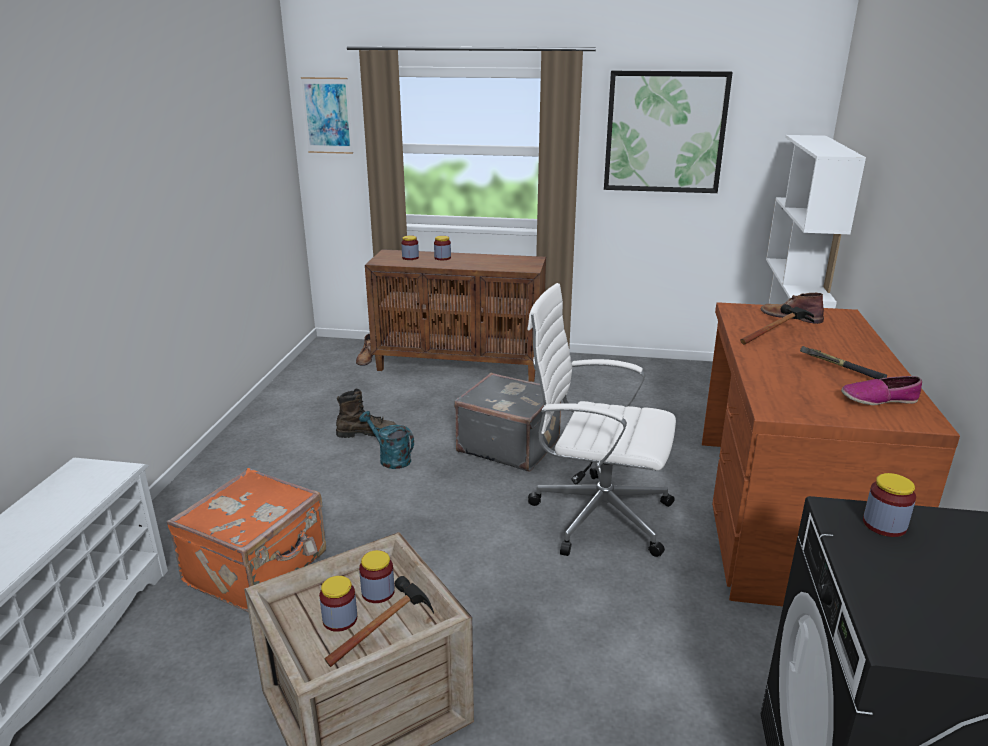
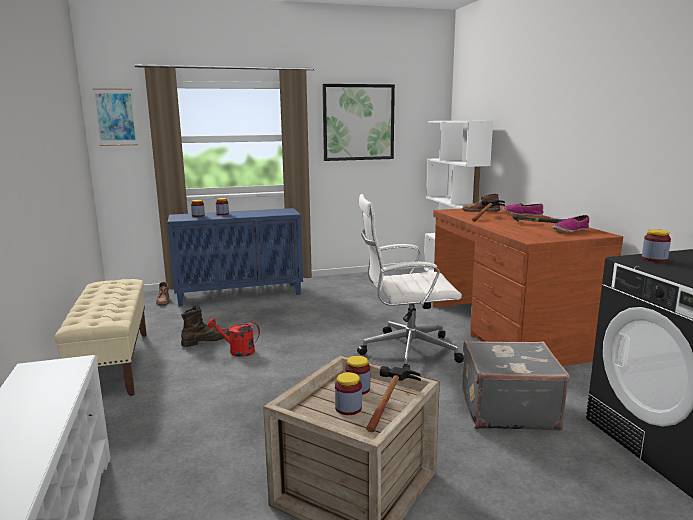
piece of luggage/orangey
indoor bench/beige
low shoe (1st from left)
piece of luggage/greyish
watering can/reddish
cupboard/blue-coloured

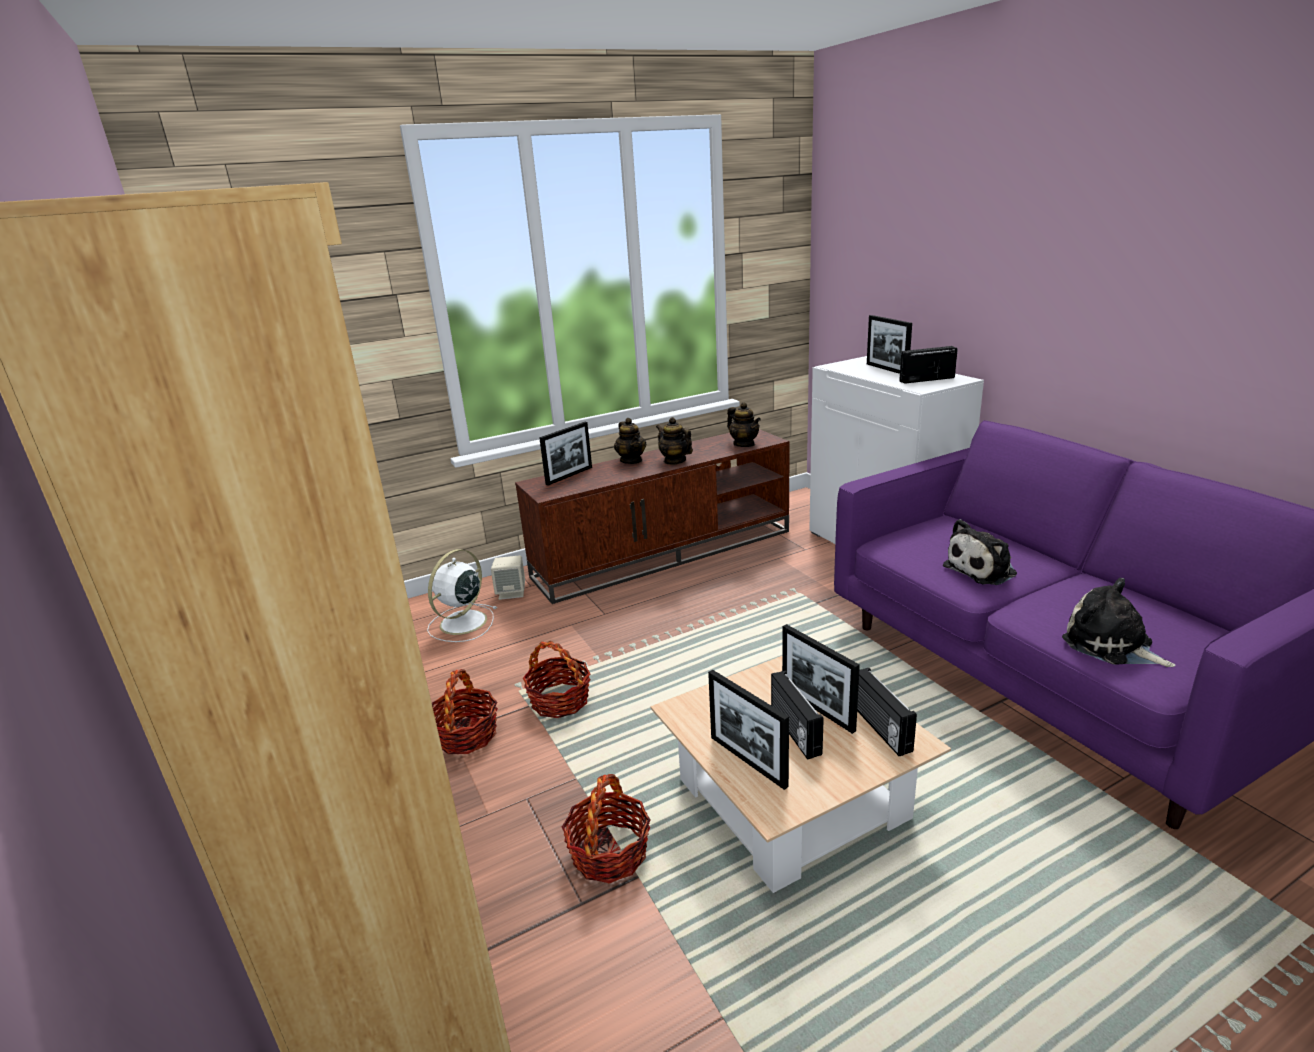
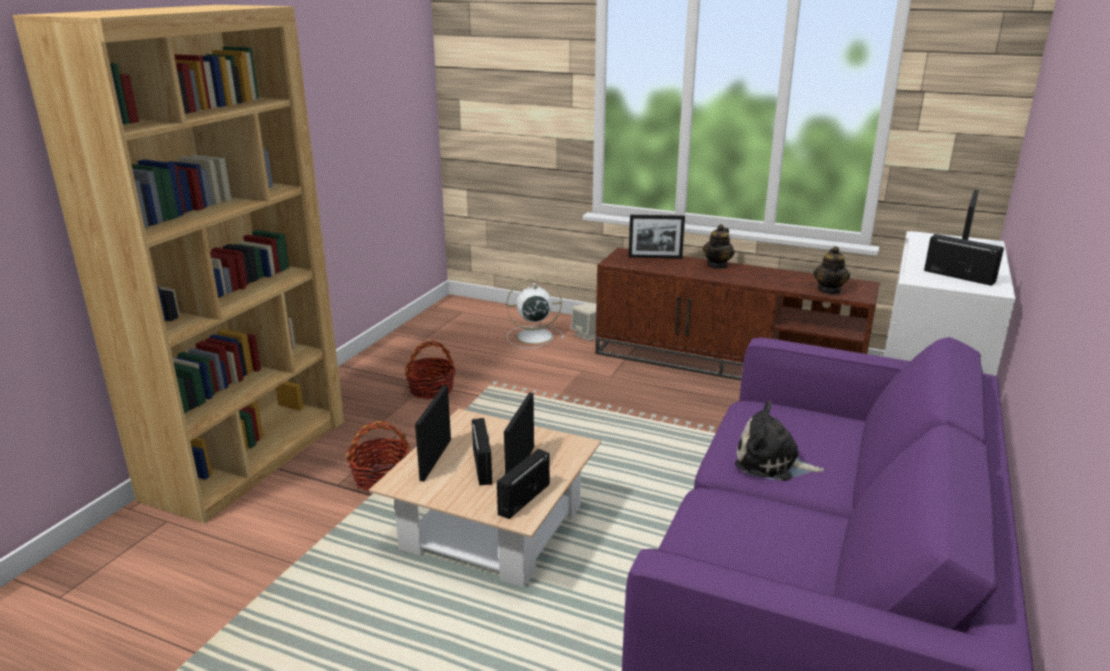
basket (2nd from left in the first image)
teapot (2nd from left in the first image)
soft toy (2nd from left in the first image)
radio set (1st from left)

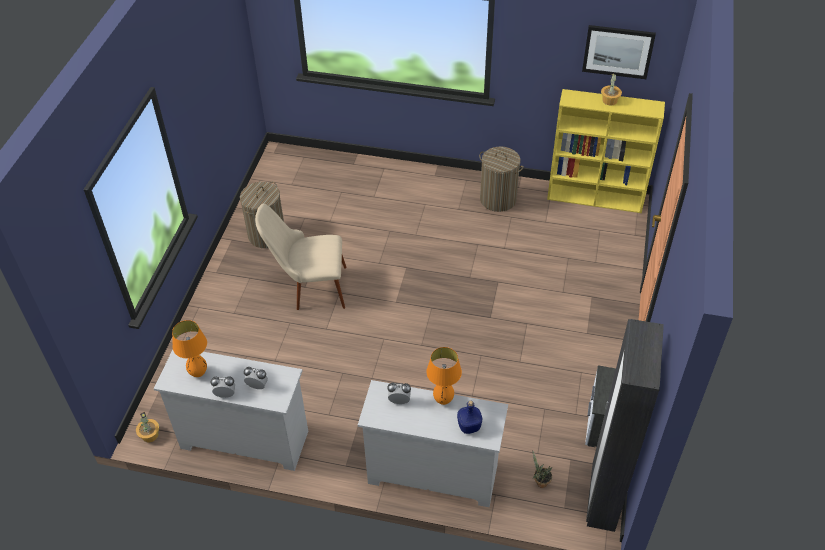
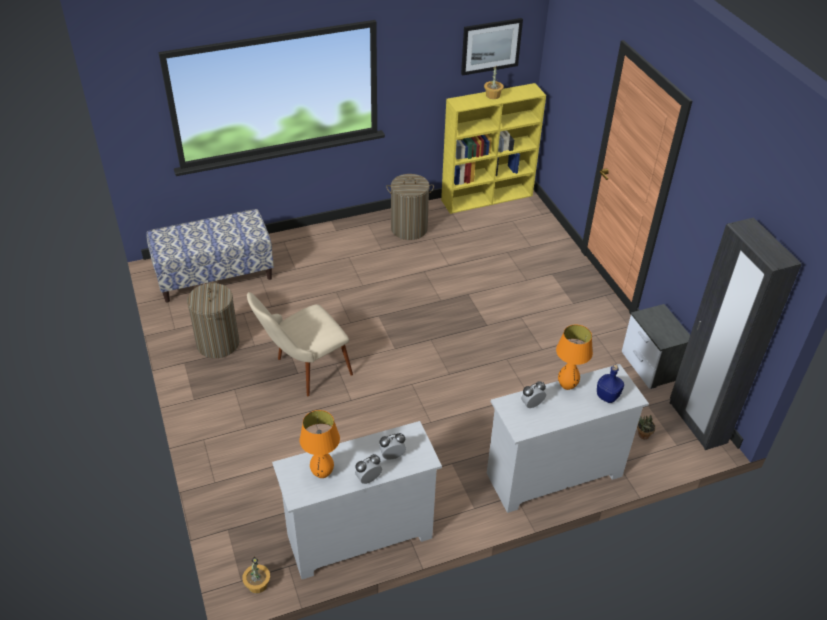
indoor bench

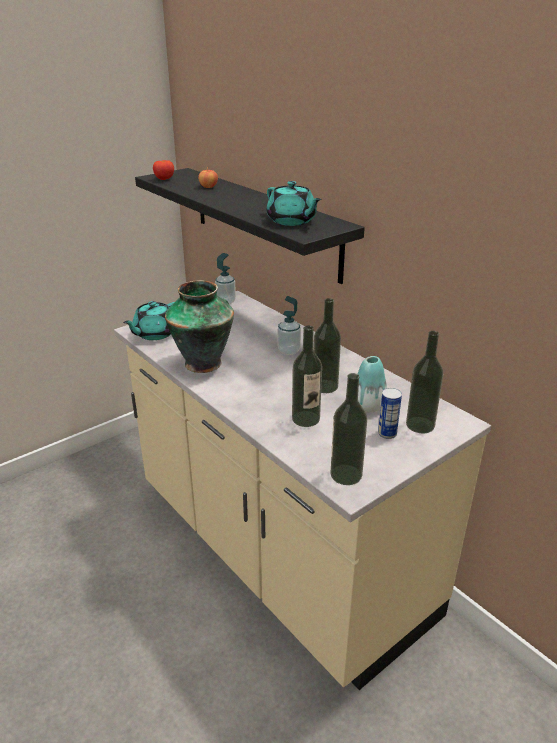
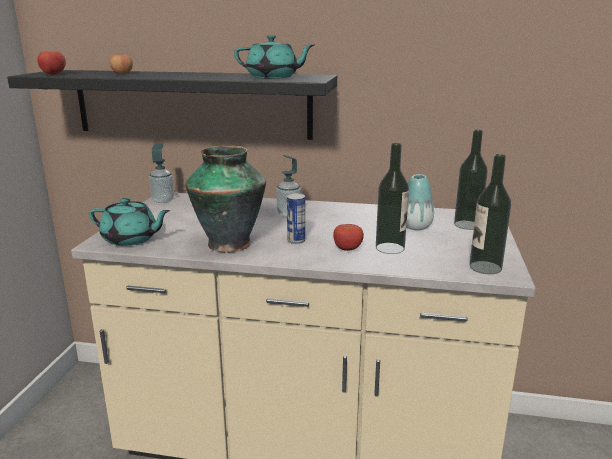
beverage bottle (2nd from left in the first image)
tomato (2nd from left)
metal can
teapot/turquoise-coloured (1st from left)

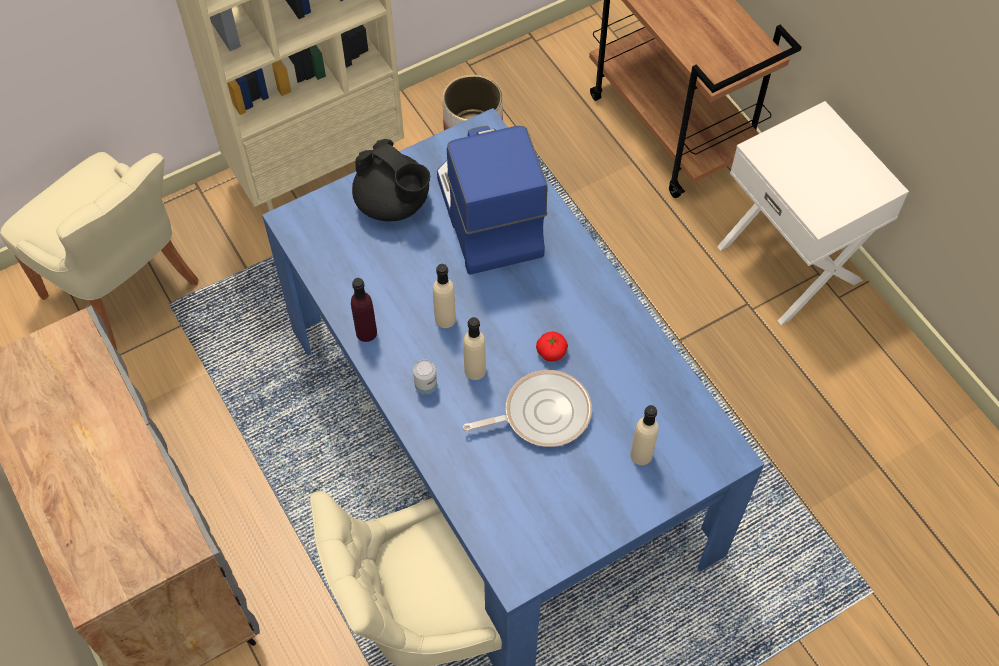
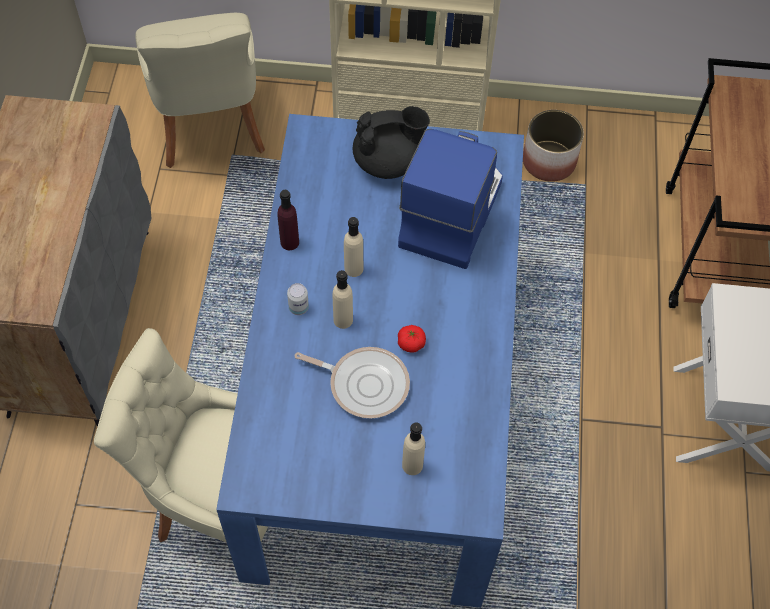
teapot/blackish

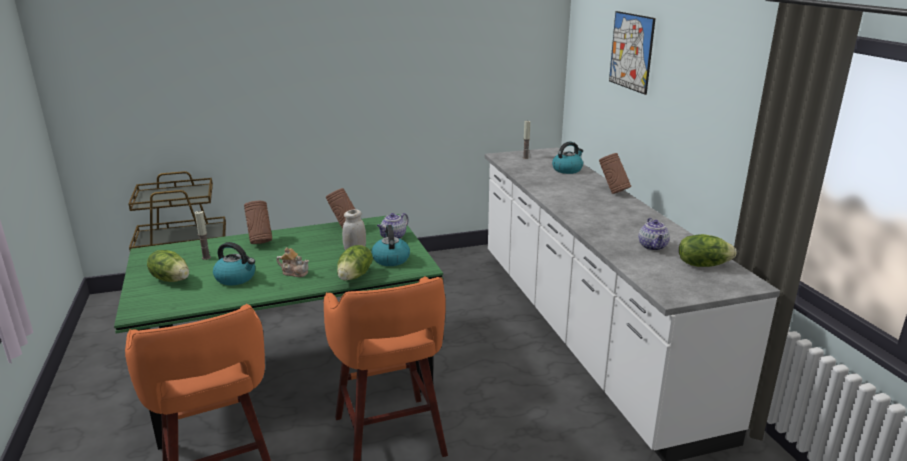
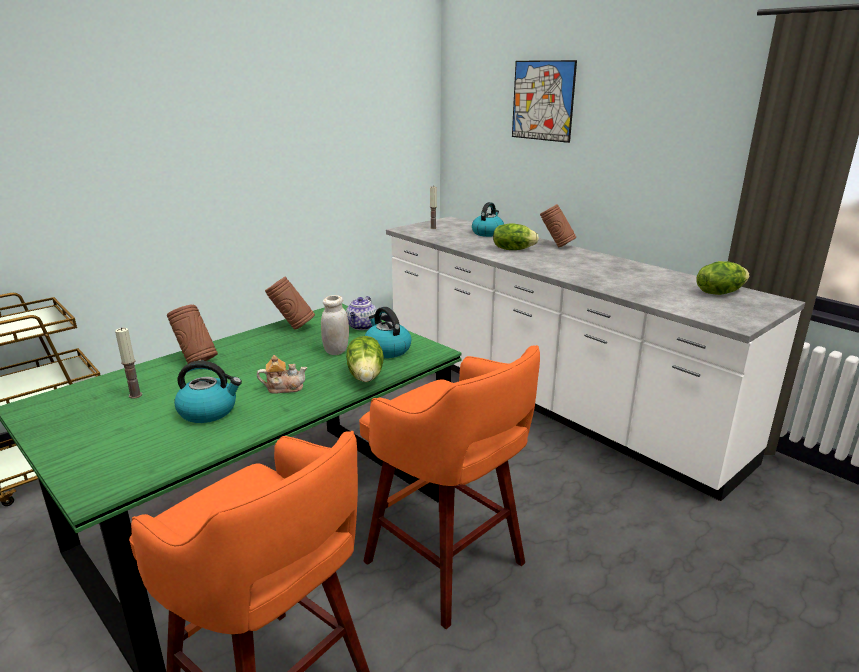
teapot (3rd from left in the first image)
lettuce (2nd from left)

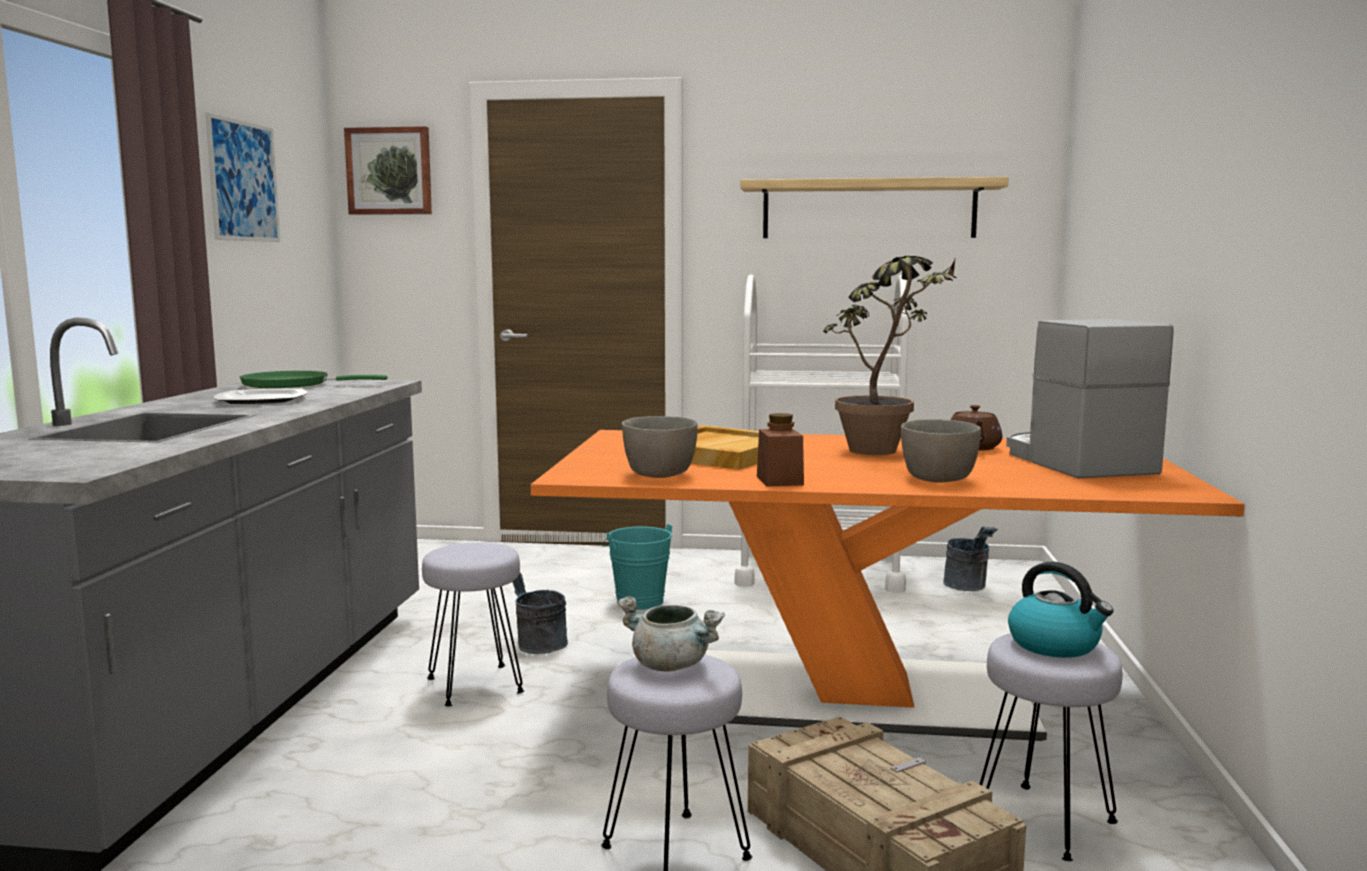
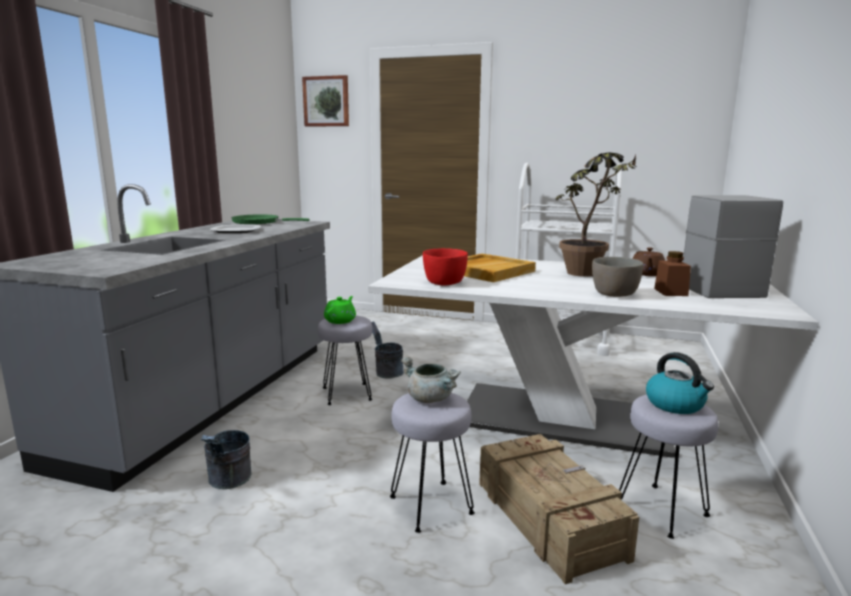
wall art (1st from left in the first image)
water bucket/turquoise-coloured
bracket shelf
teapot/green-coloured
preserve jar/brown-coloured
water bucket/greyish (1st from left)
dinner table/white
serving bowl/reddish

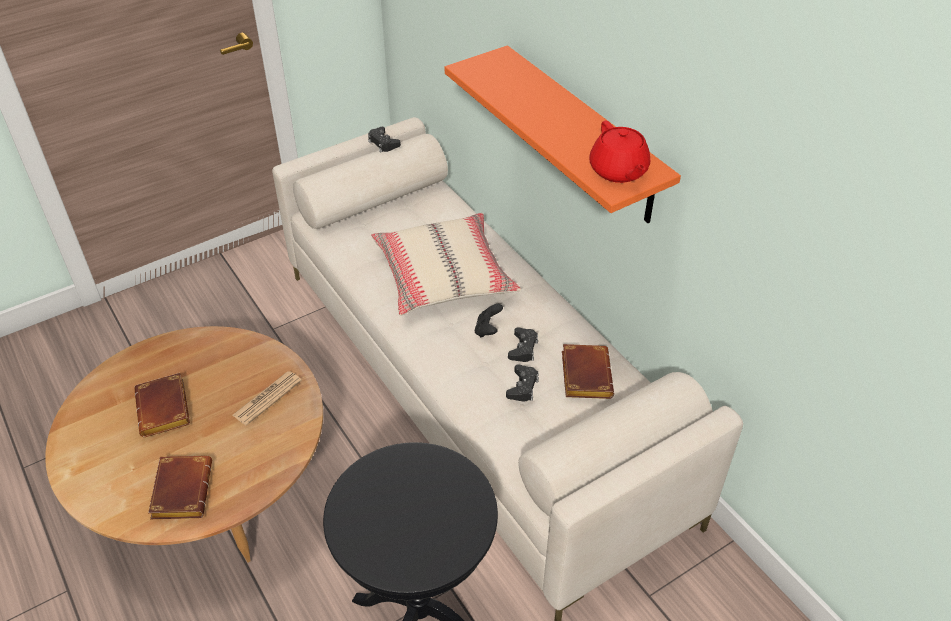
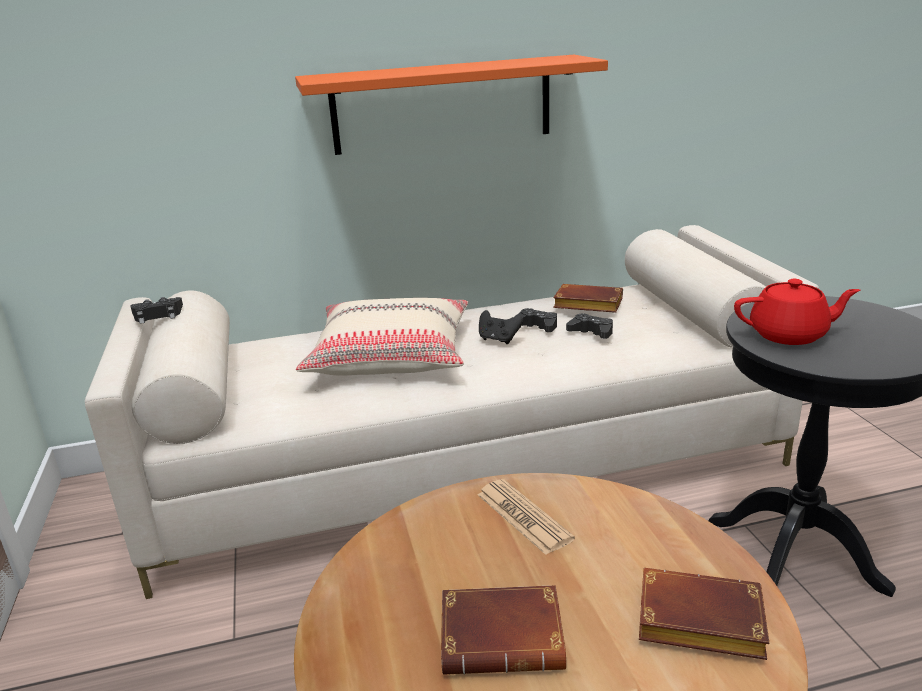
teapot/reddish

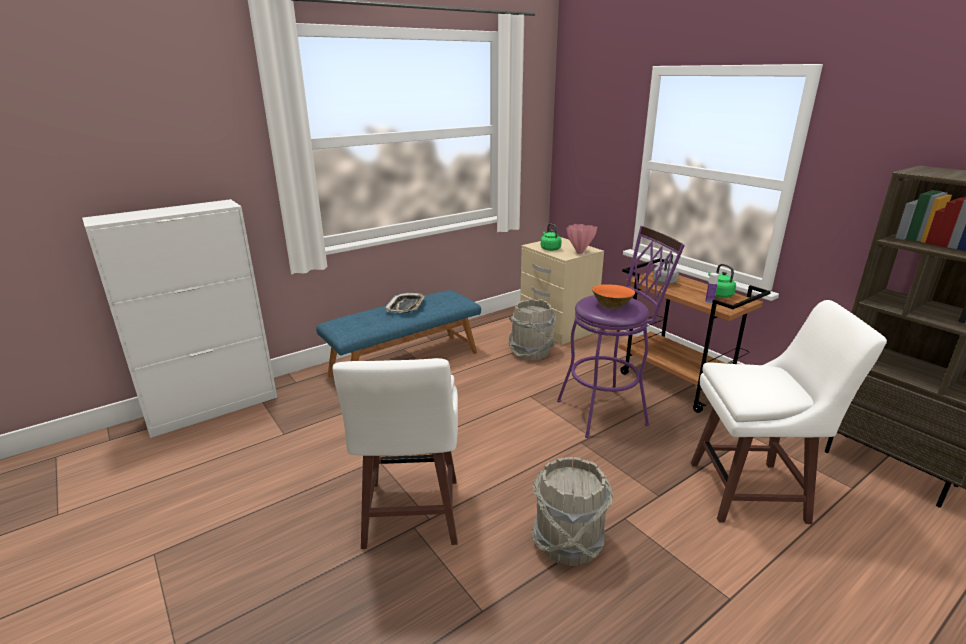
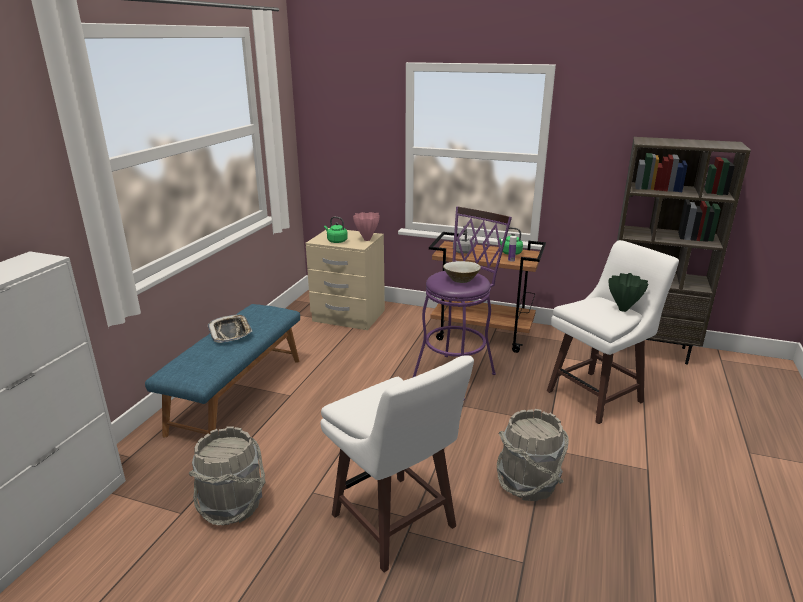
vase/green-coloured
water bucket/greyish (1st from left)
serving bowl/beige

